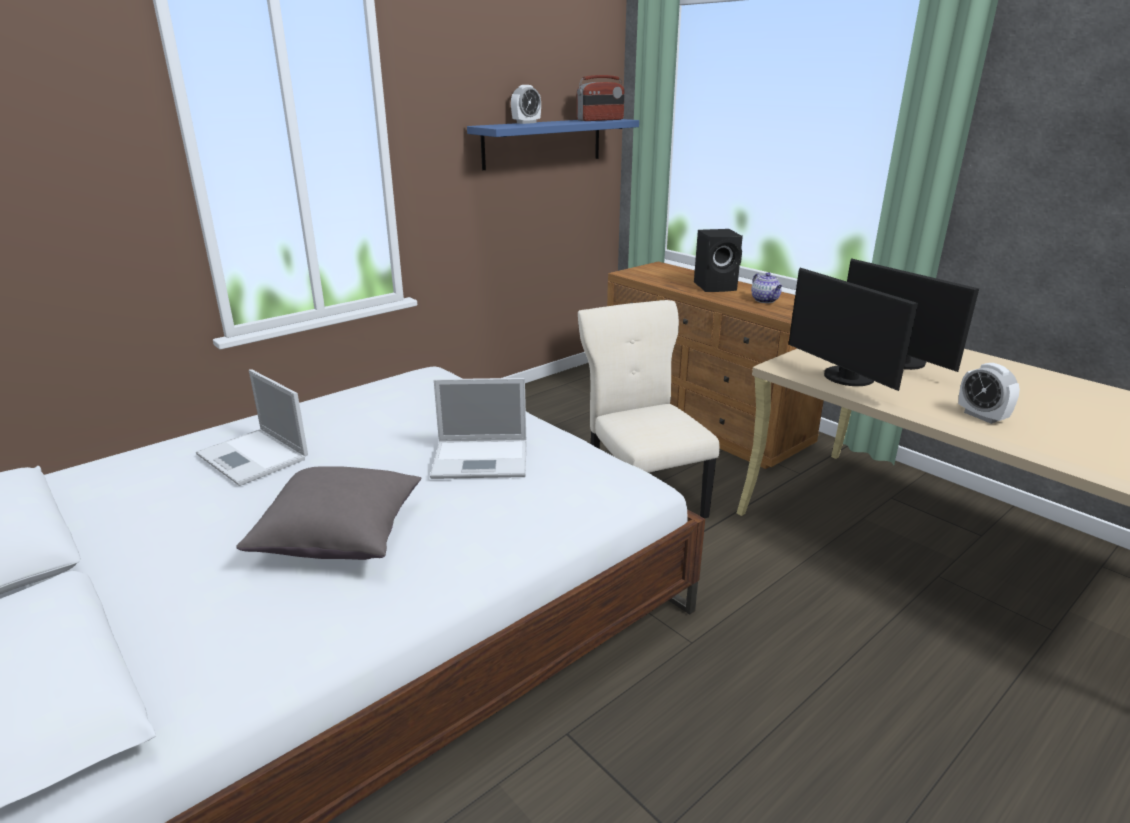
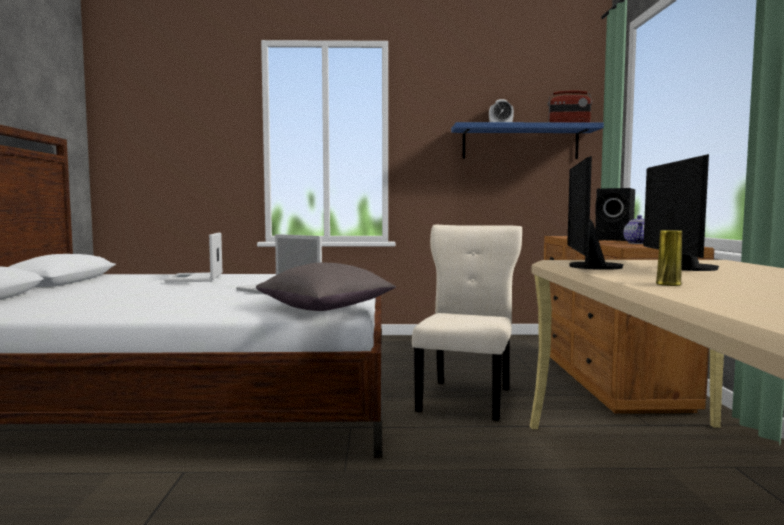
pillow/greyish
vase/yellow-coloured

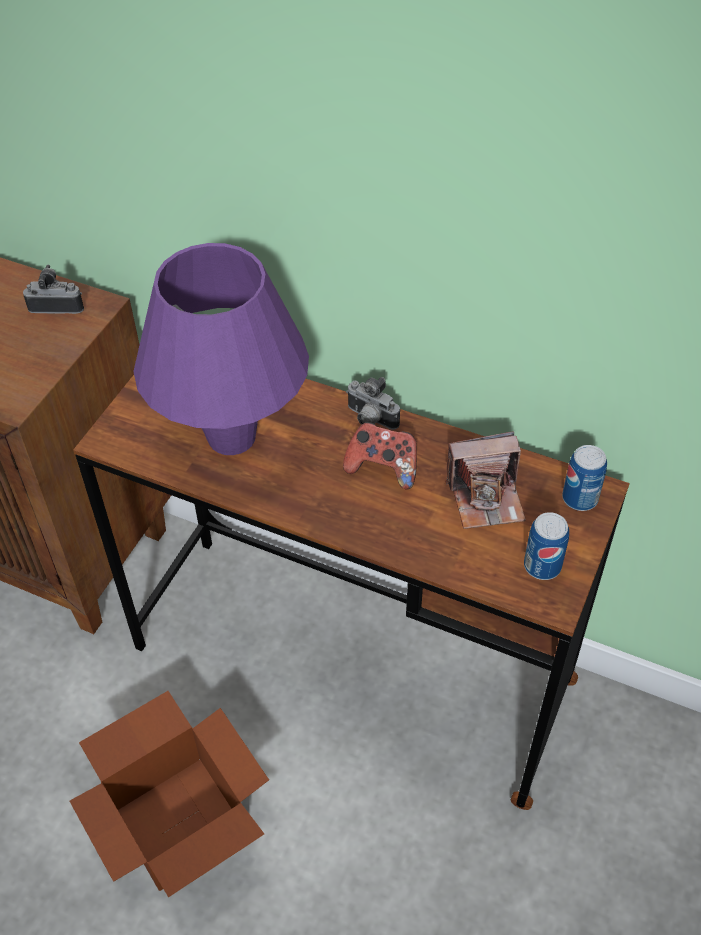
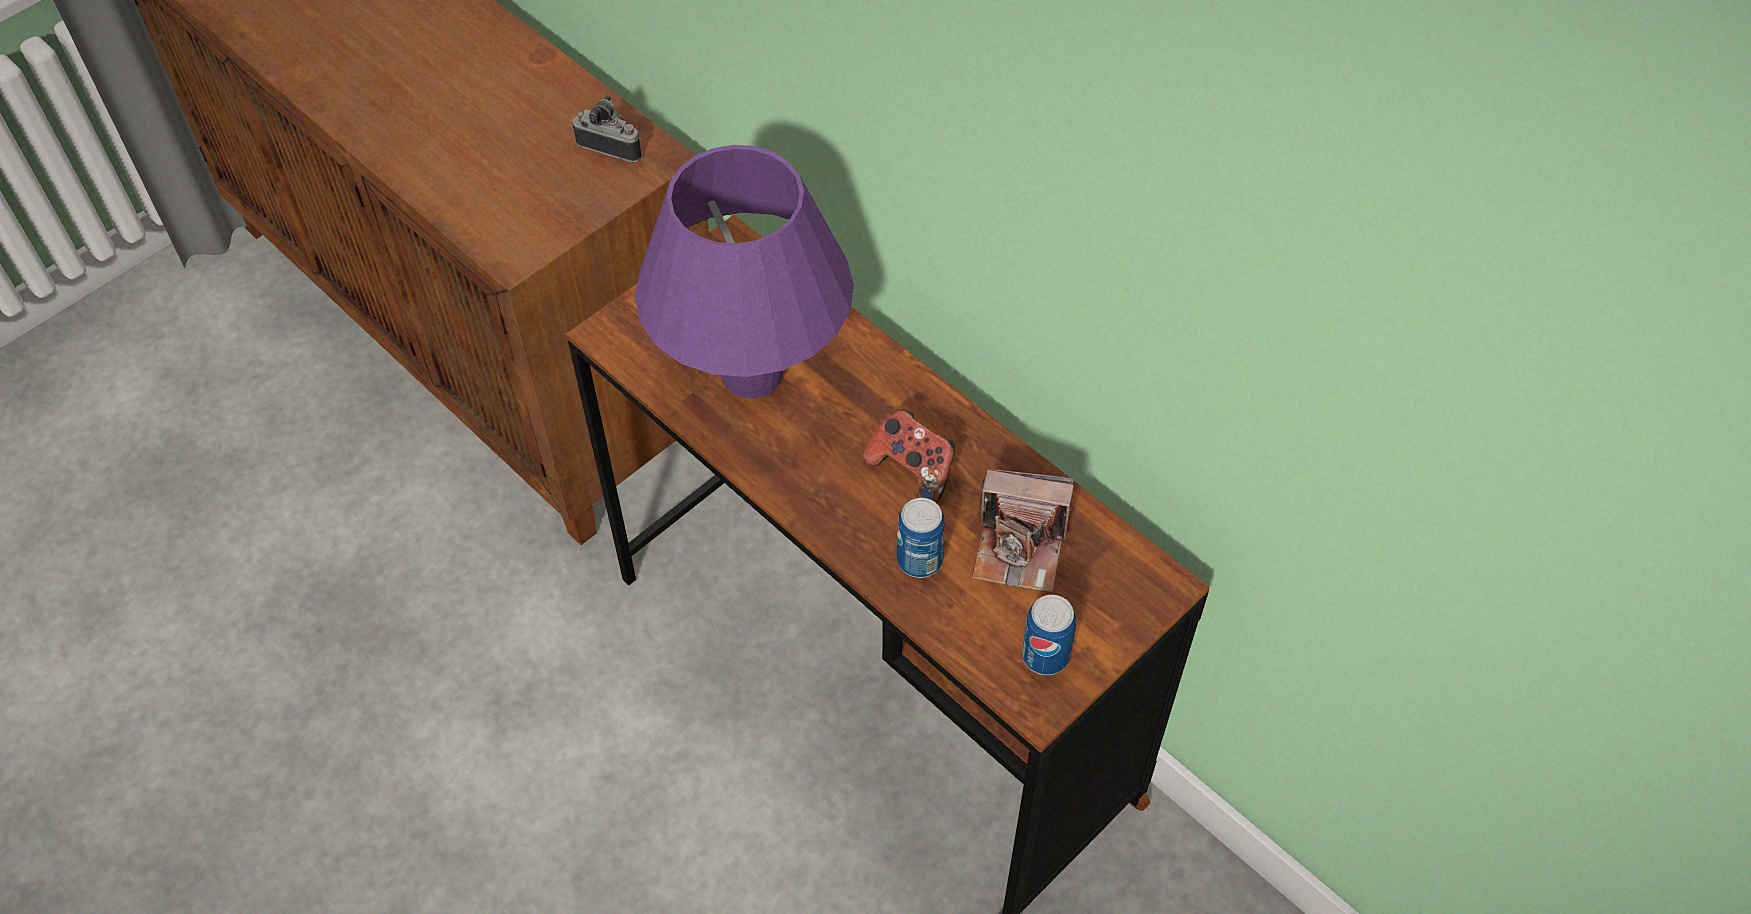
packing box
still camera (2nd from left in the first image)
metal can (1st from left)

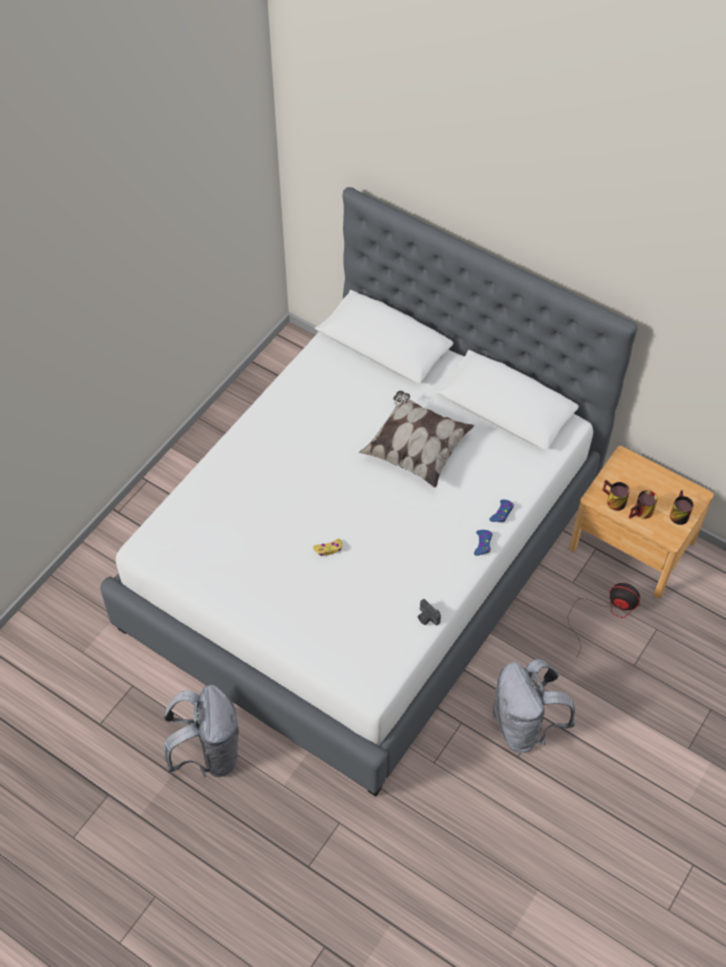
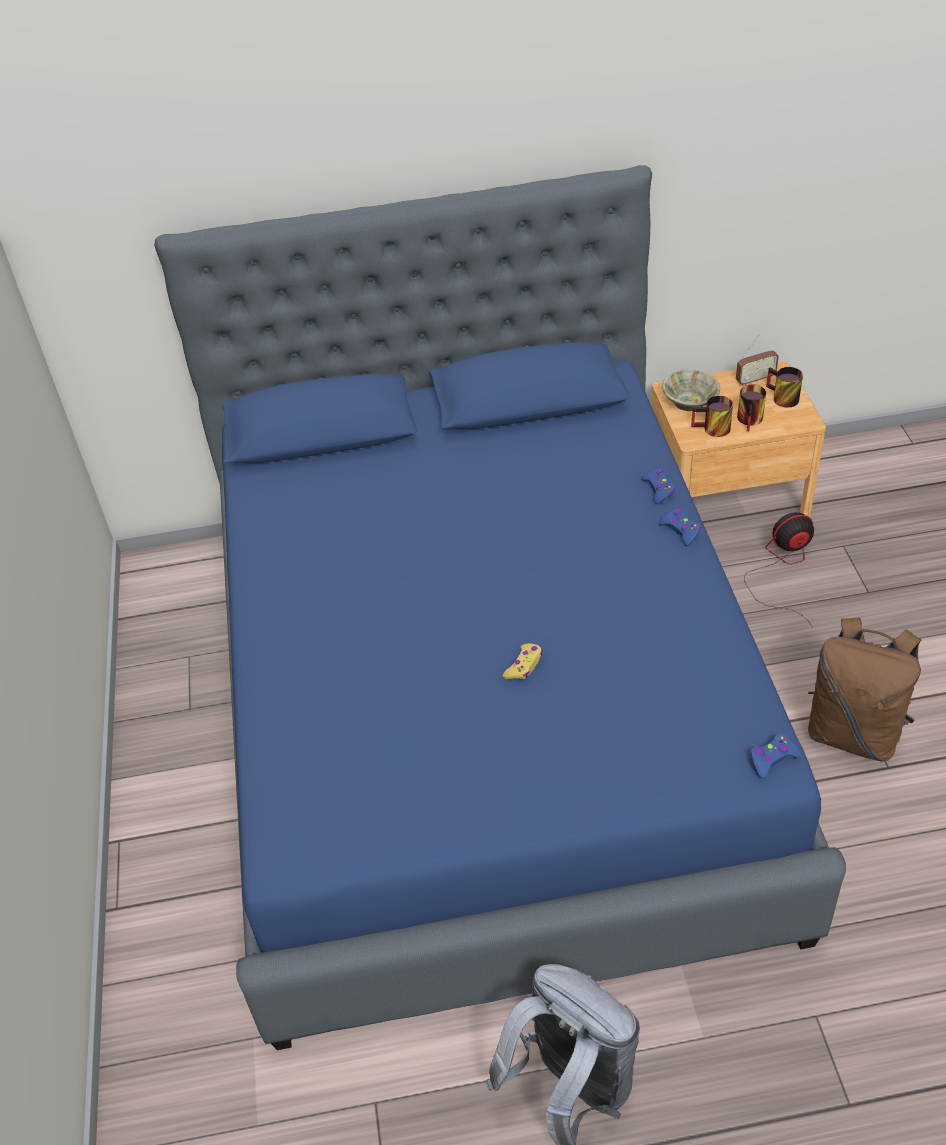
pillow
still camera
serving bowl/beige
radio set
game controller/blue-coloured (3rd from left)
bedroom bed/blue-coloured
rucksack/brown-coloured

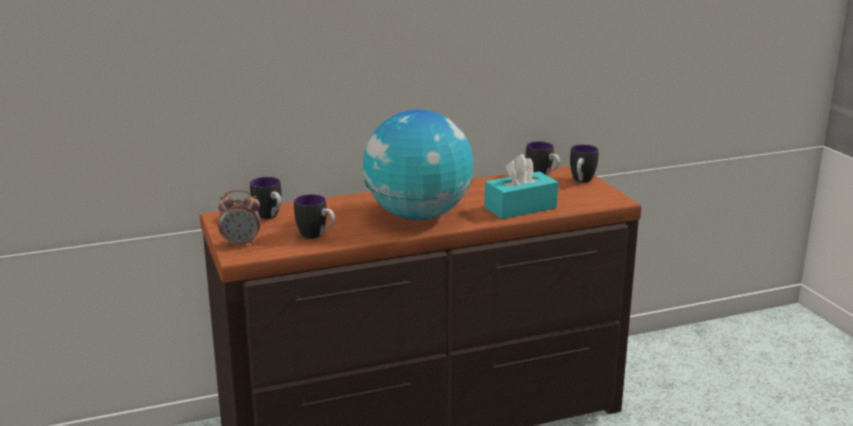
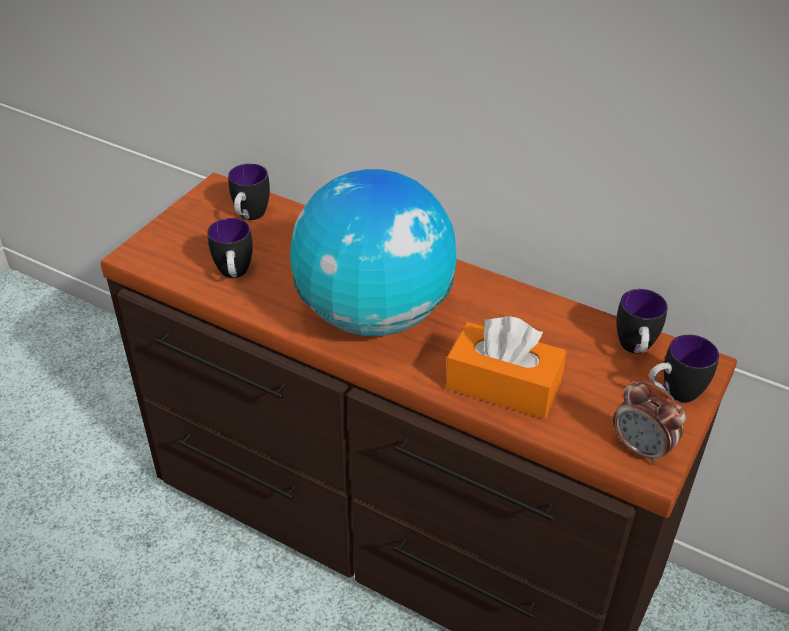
alarm clock
tissue box/orangey

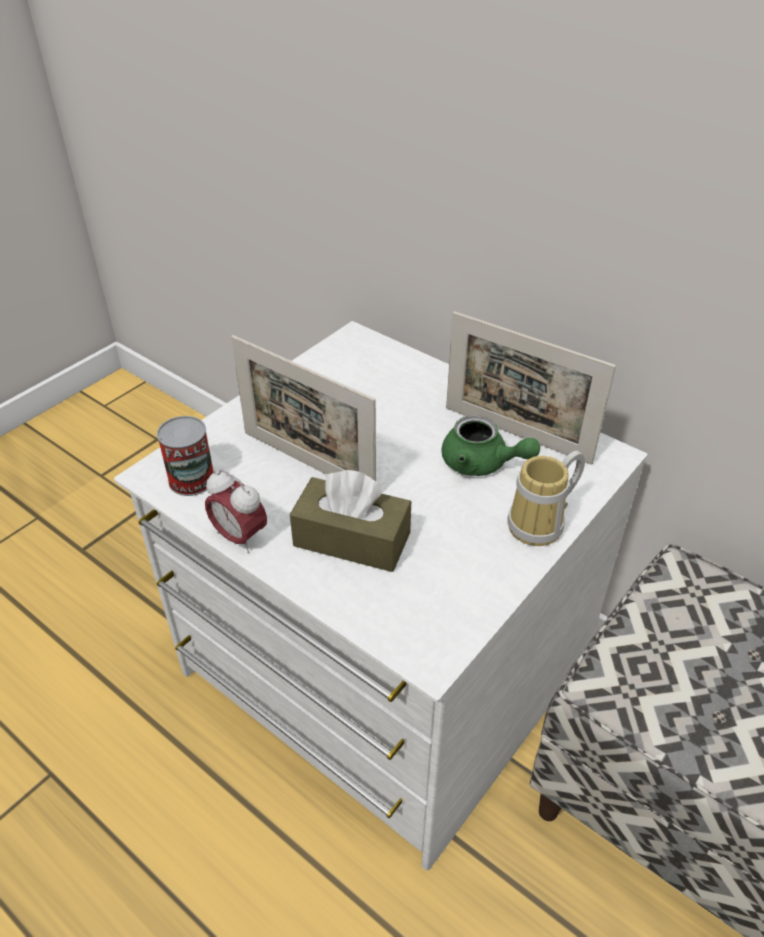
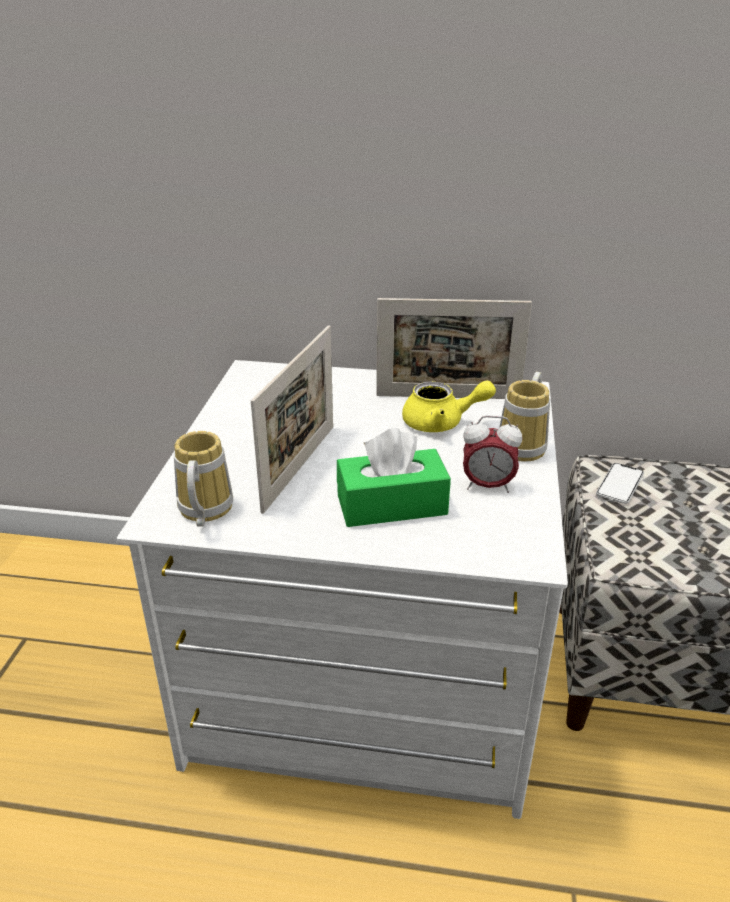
phone
alarm clock
coffee mug (1st from left)
tissue box/green-coloured
teapot/yellow-coloured
standing frame (1st from left)

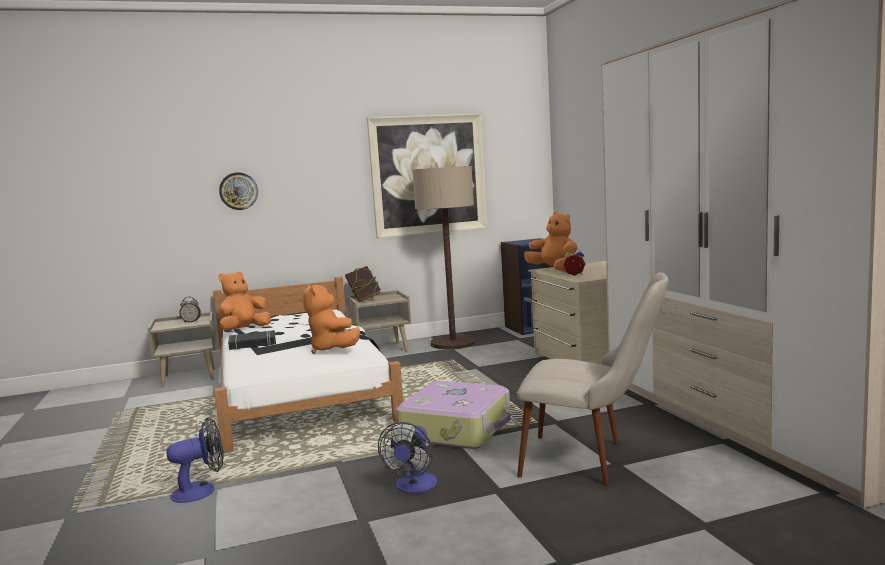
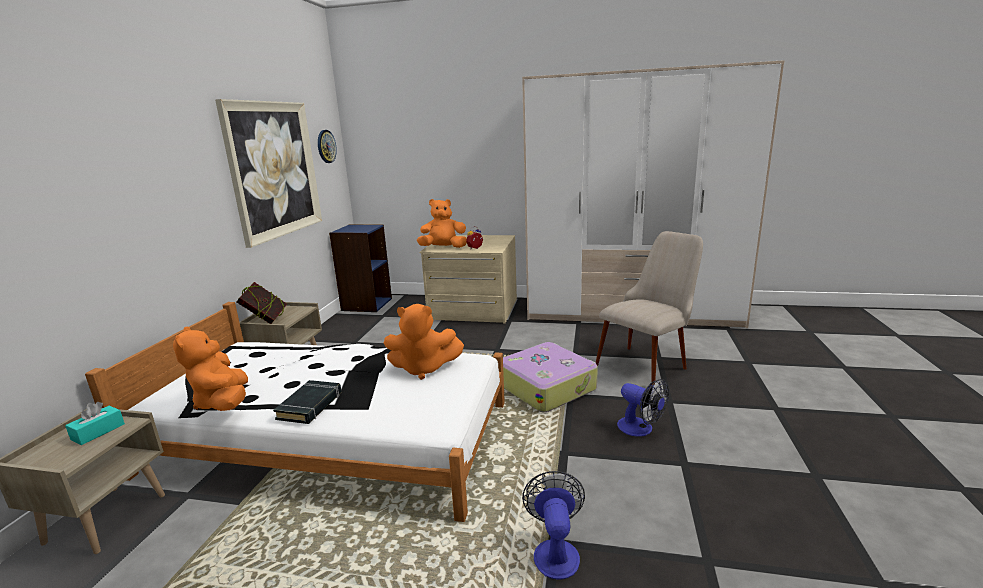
floor lamp
wall clock
tissue box/turquoise-coloured

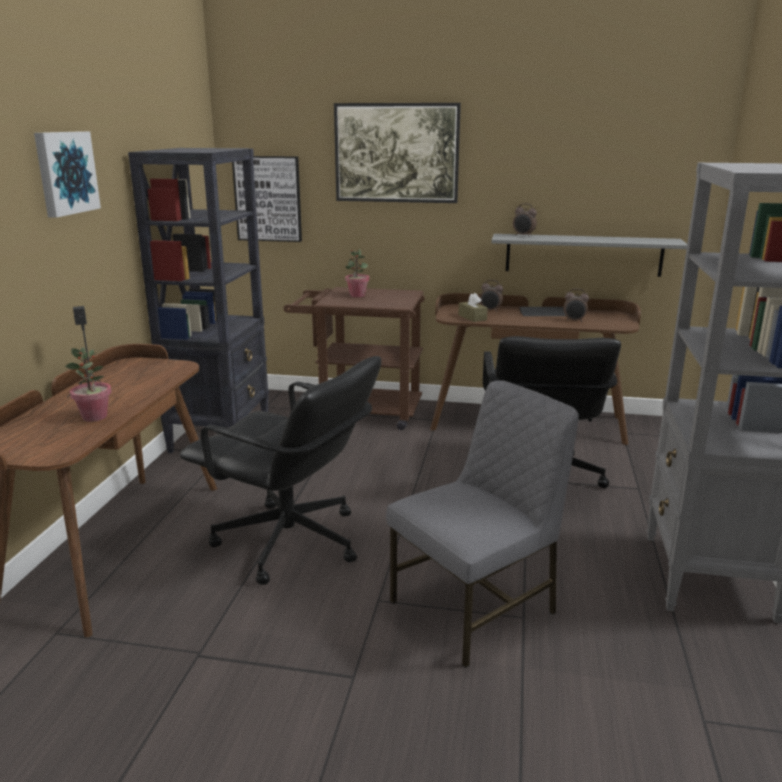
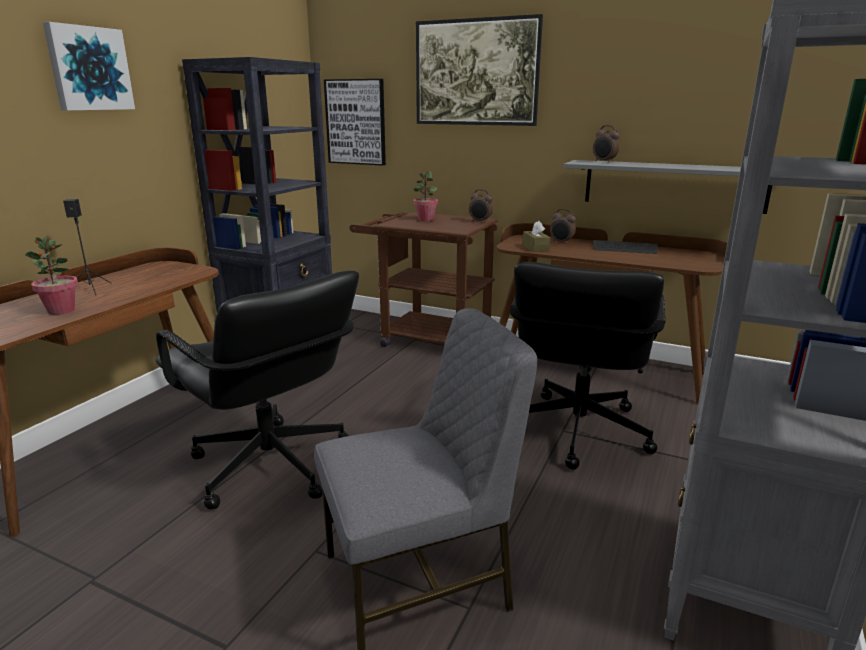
alarm clock (1st from left)

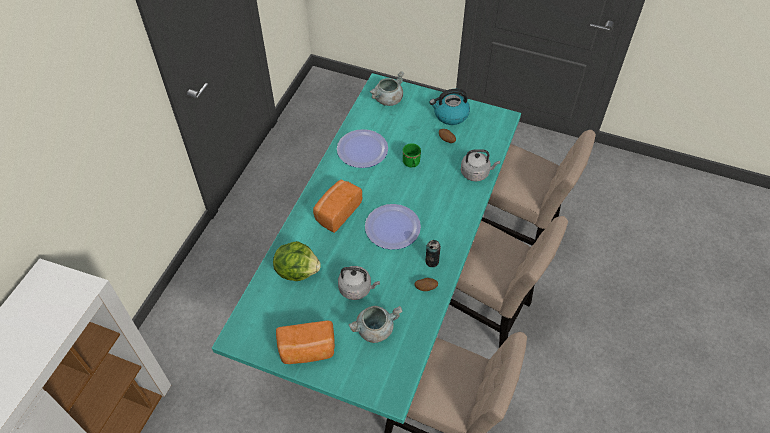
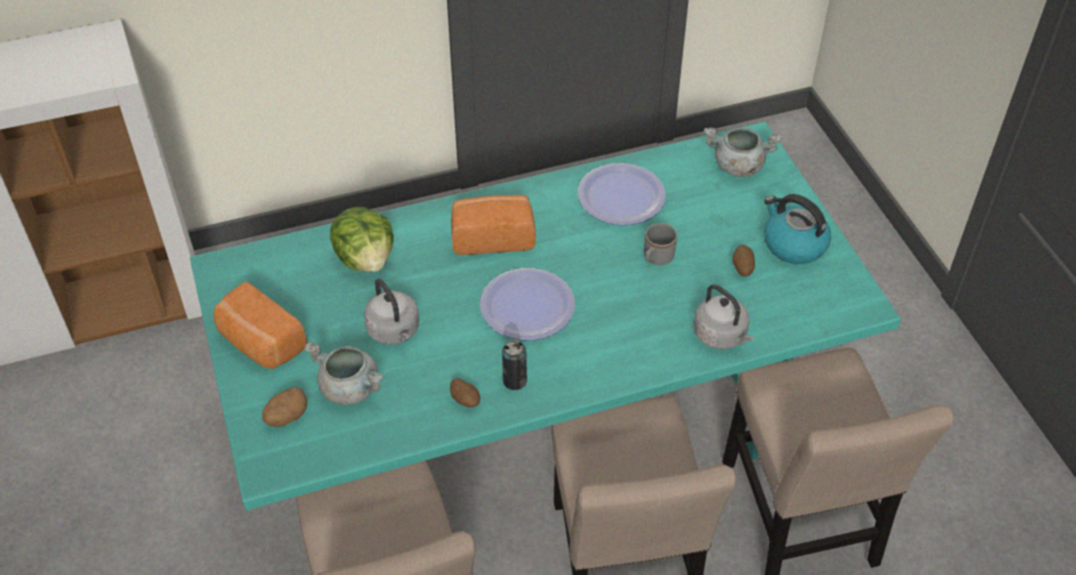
spud (1st from left)
coffee mug/greyish

